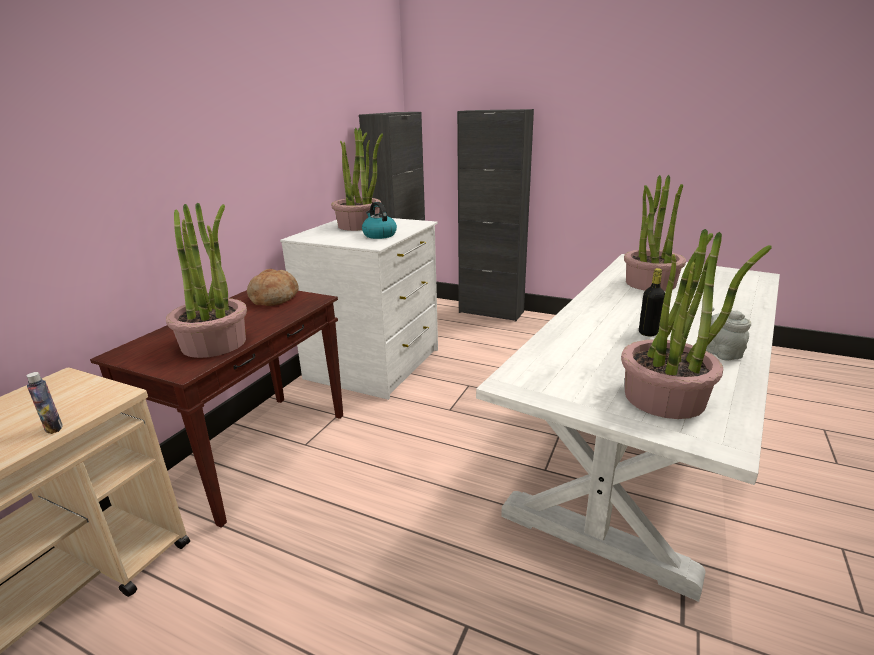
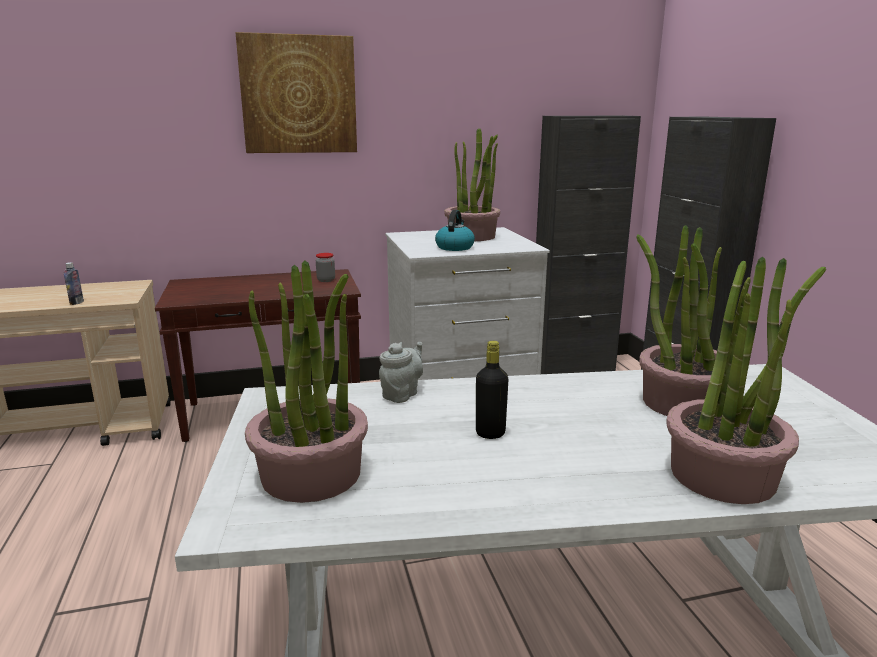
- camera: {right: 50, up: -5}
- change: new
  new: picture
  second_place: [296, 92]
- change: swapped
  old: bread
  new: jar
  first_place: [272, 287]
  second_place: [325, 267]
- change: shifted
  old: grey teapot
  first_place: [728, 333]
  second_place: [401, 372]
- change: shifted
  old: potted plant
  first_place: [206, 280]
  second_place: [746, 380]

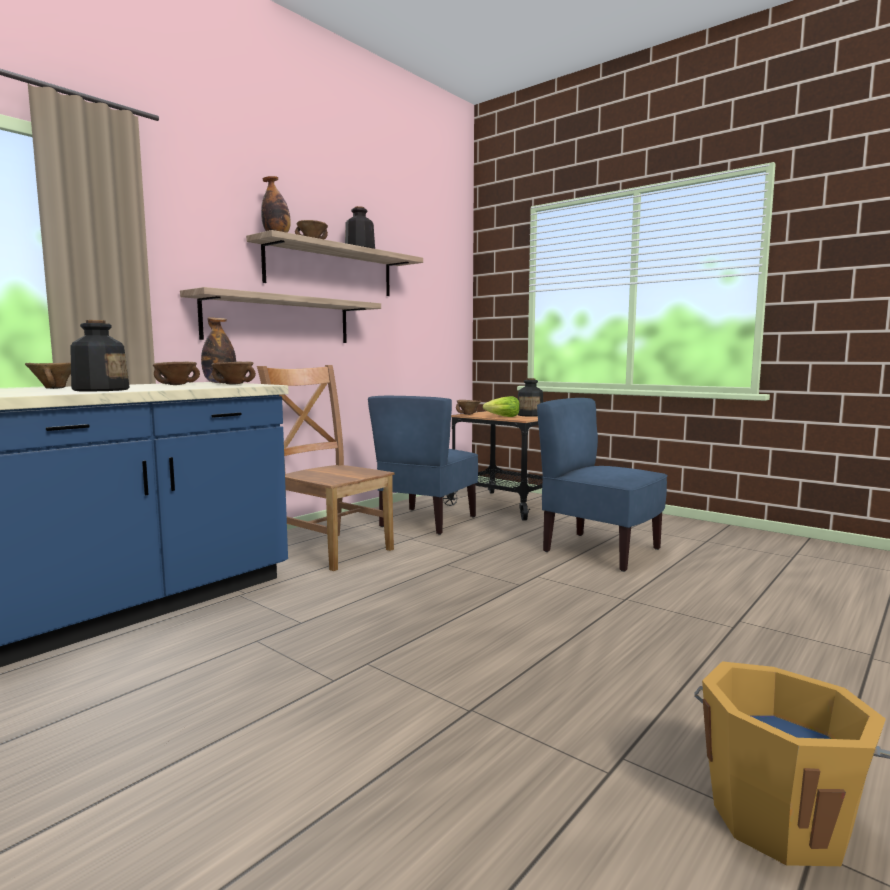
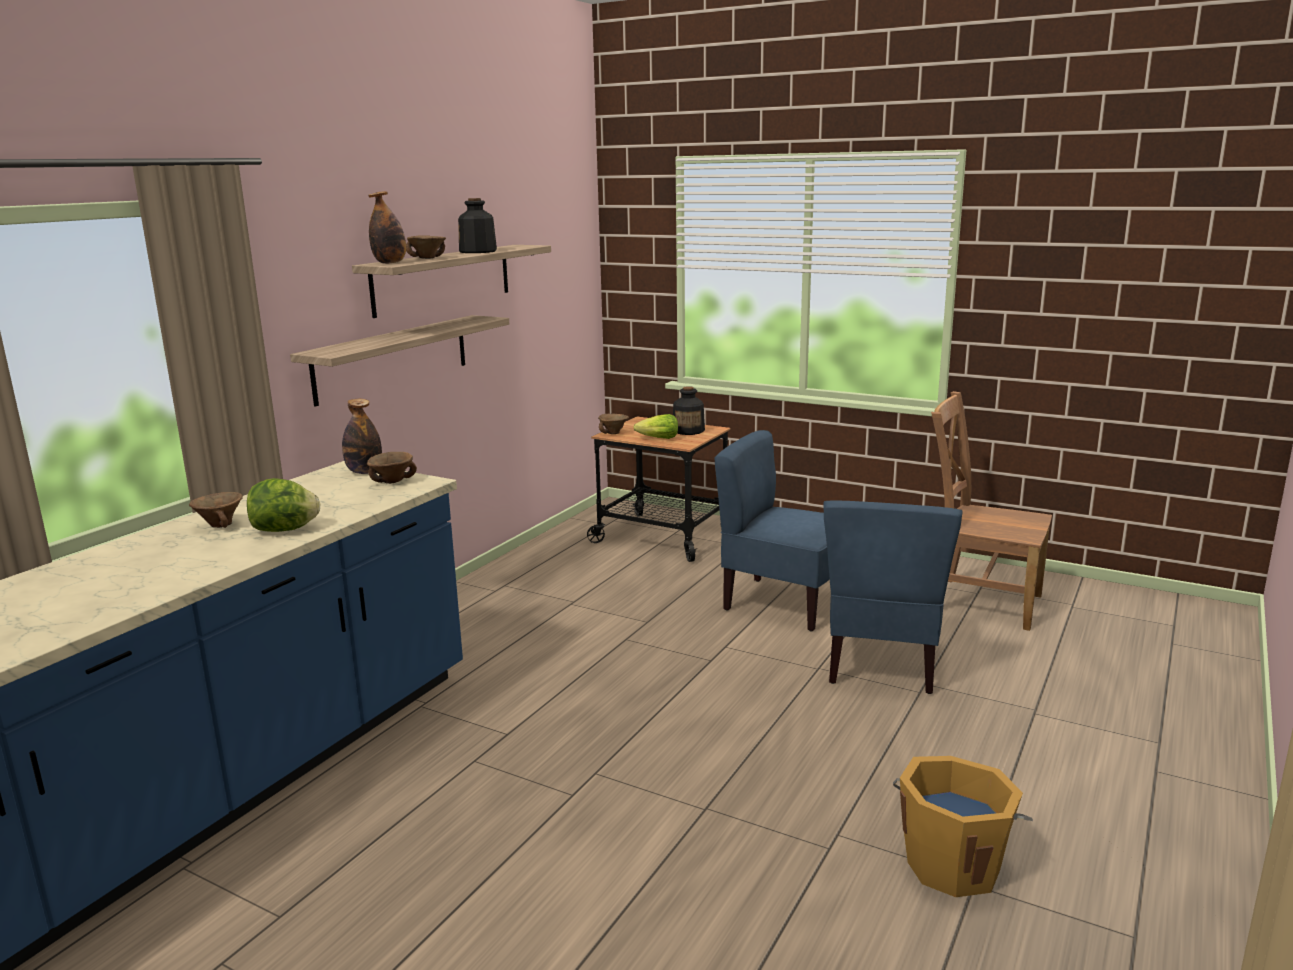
- camera: {right: -10, up: 10}
- change: swapped
  old: bottle
  new: lettuce
  first_place: [99, 355]
  second_place: [283, 505]
- change: shifted
  old: blue chair
  first_place: [423, 465]
  second_place: [893, 597]
- change: shifted
  old: brown chair
  first_place: [326, 468]
  second_place: [991, 511]
- change: gone
  old: brown bowl
  first_place: [176, 373]

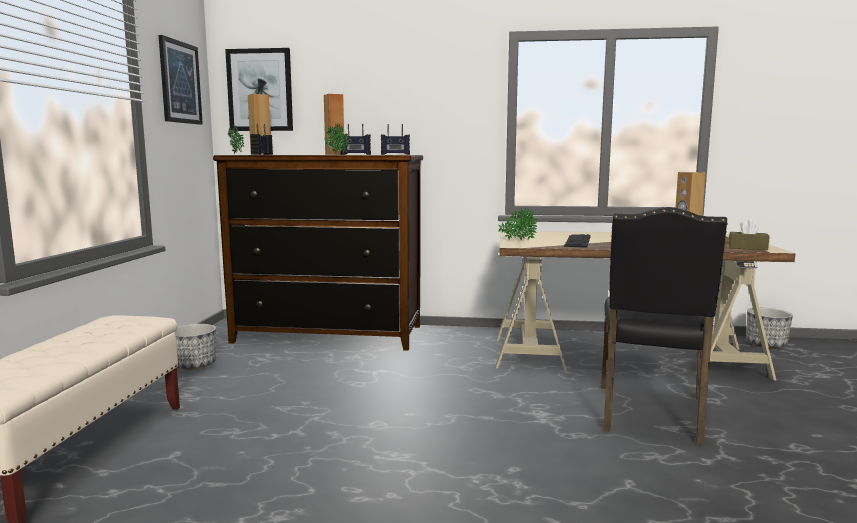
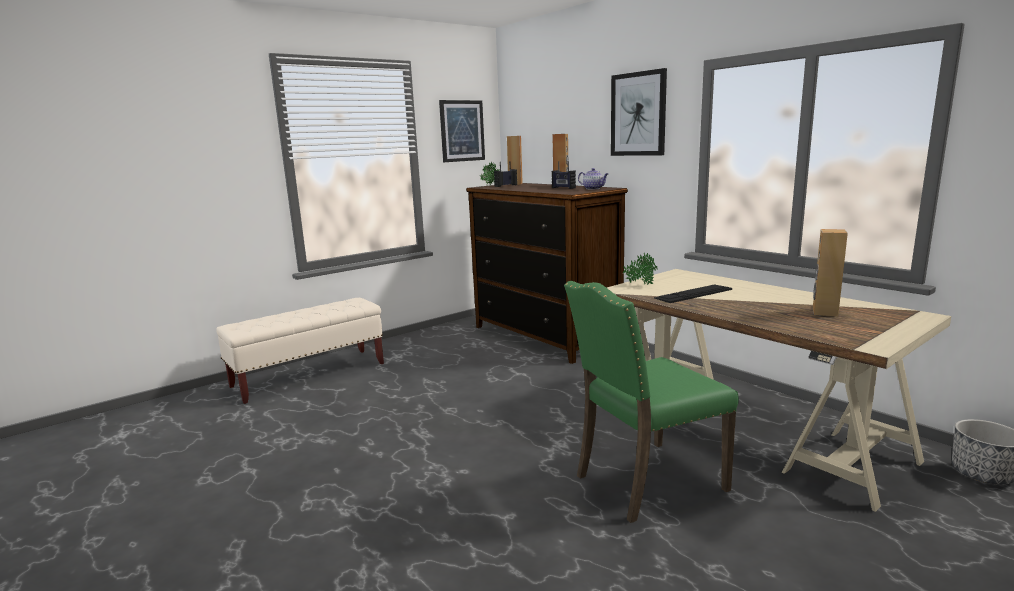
- camera: {right: 45, up: 5}
- change: repainted
  old: black chair
  new: green chair
  first_place: [664, 326]
  second_place: [651, 402]
- change: swapped
  old: radio
  new: teapot
  first_place: [395, 139]
  second_place: [593, 179]
- change: shifted
  old: picture
  first_place: [259, 89]
  second_place: [639, 112]
- change: gone
  old: planter
  first_place: [195, 347]
- change: gone
  old: potted plant
  first_place: [337, 138]
- change: gone
  old: brown tissue box
  first_place: [749, 234]

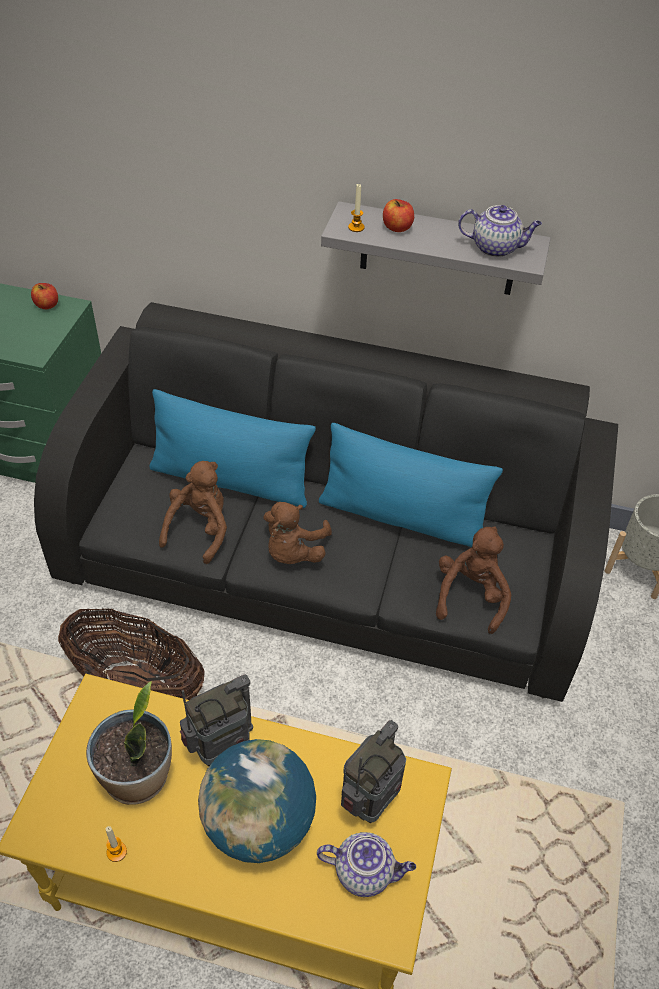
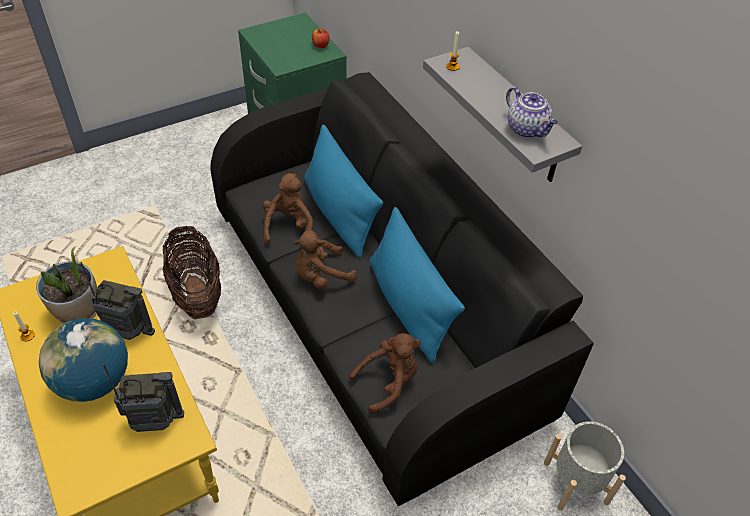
- camera: {right: 45, up: 0}
- change: rotated
  old: brown plush toy
  first_place: [193, 512]
  second_place: [288, 211]
  degrees: -60
- change: gone
  old: teapot
  first_place: [366, 864]
- change: gone
  old: apple
  first_place: [398, 215]

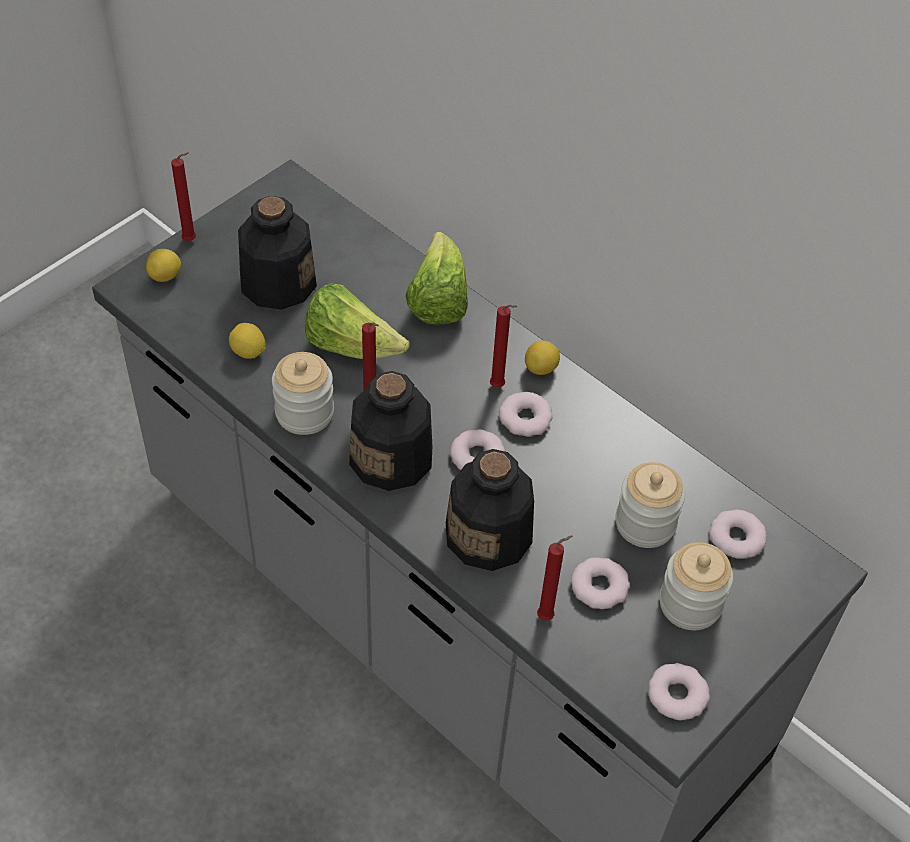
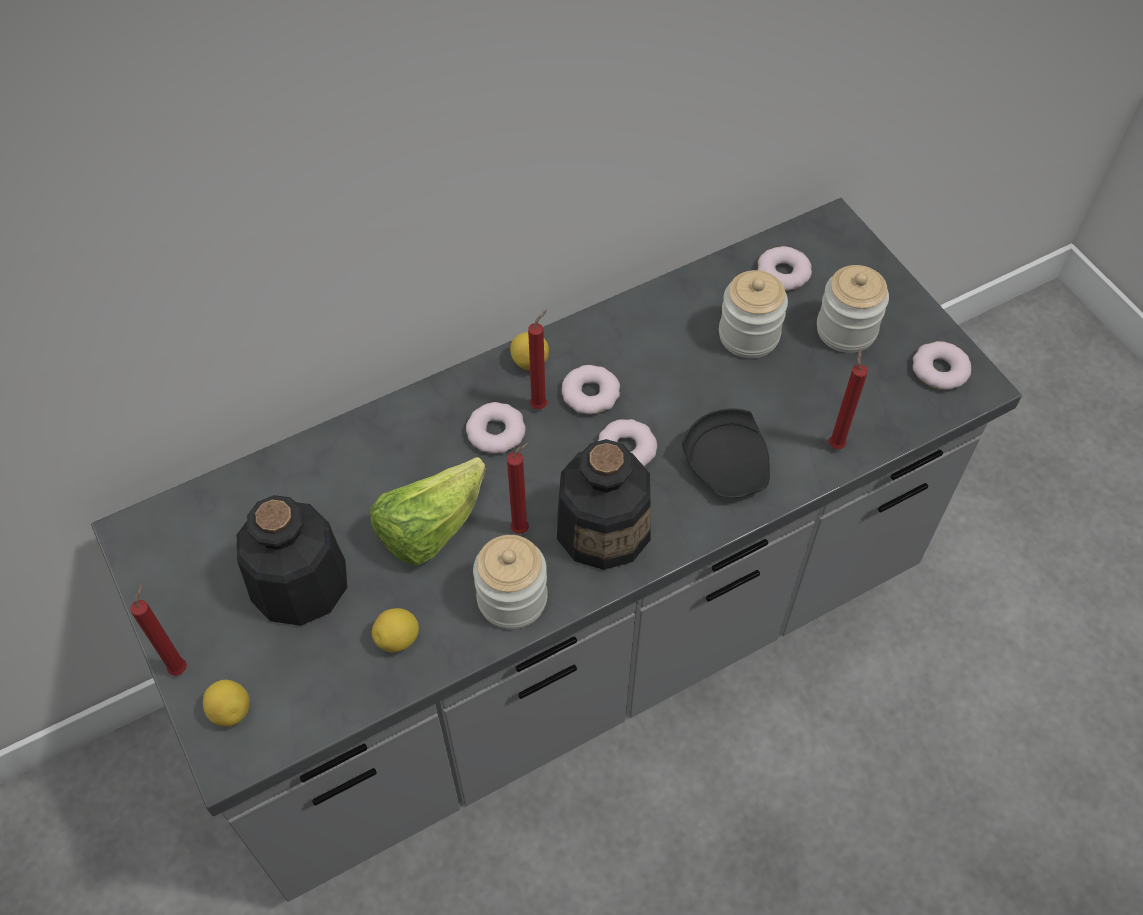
- camera: {right: -70, up: 5}
- change: shifted
  old: donut
  first_place: [600, 583]
  second_place: [496, 427]
- change: swapped
  old: bottle
  new: black plate
  first_place: [490, 510]
  second_place: [726, 453]
- change: gone
  old: lettuce
  first_place: [436, 278]

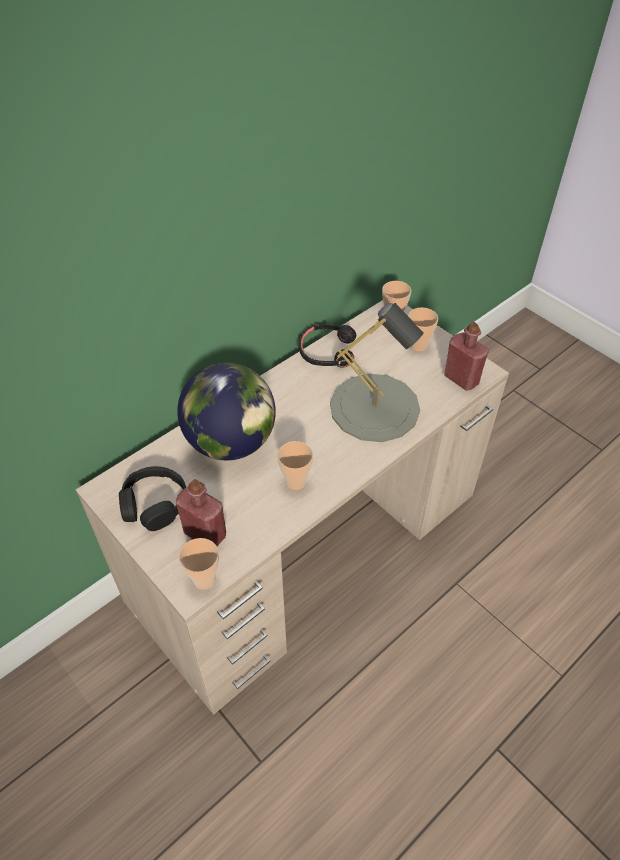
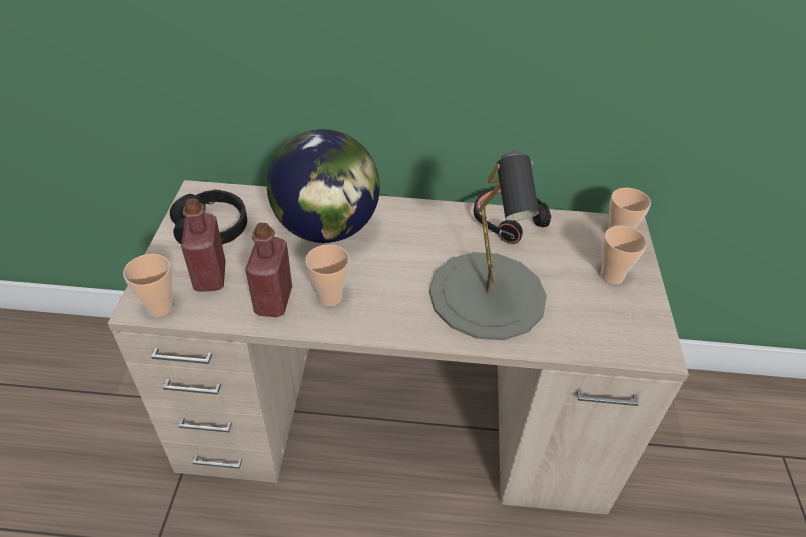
- camera: {right: 45, up: -5}
- change: shifted
  old: red bottle
  first_place: [466, 356]
  second_place: [268, 270]

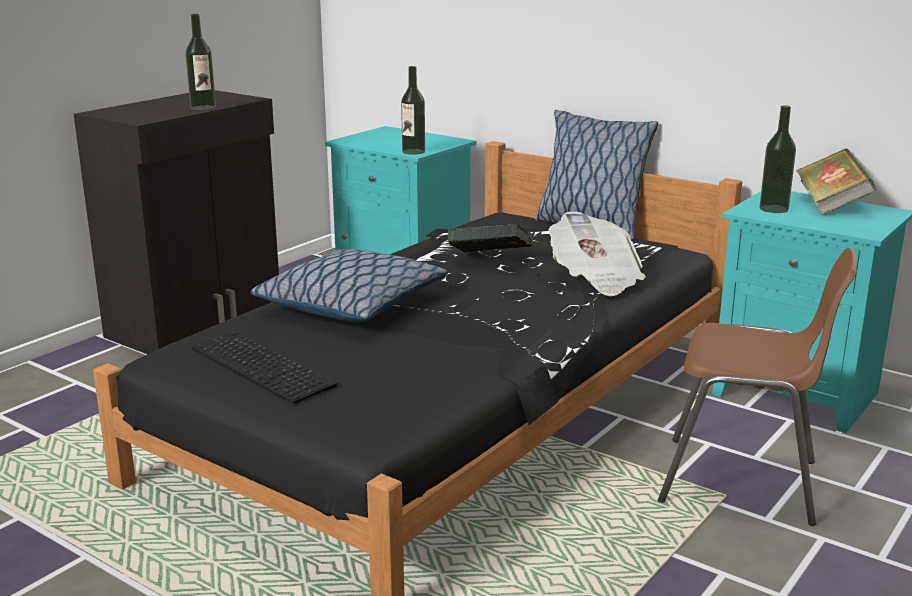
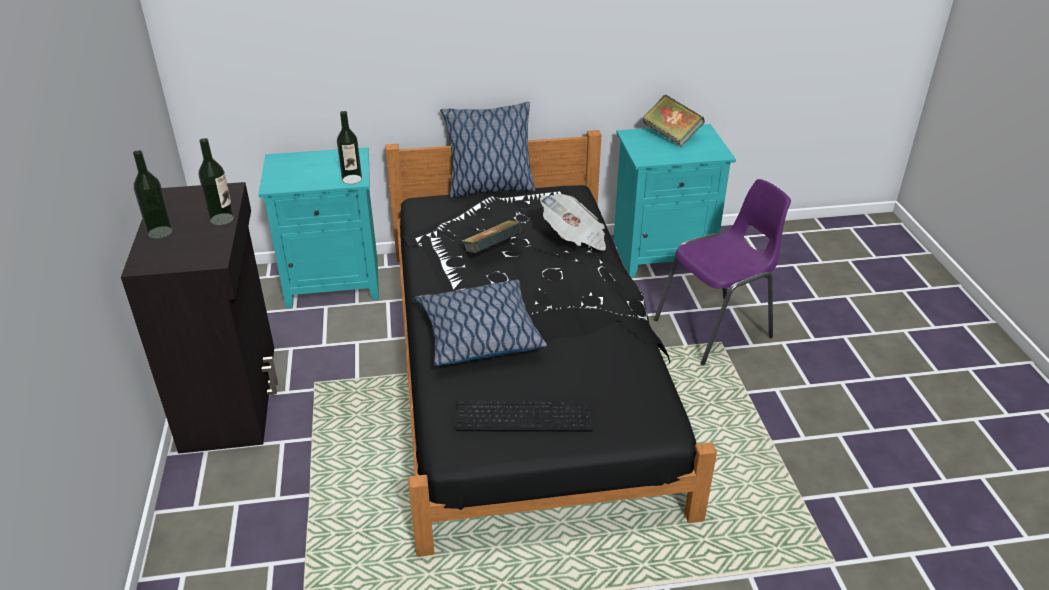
- camera: {right: -45, up: 15}
- change: shifted
  old: bottle
  first_place: [778, 159]
  second_place: [153, 194]
- change: repainted
  old: brown chair
  new: purple chair
  first_place: [757, 387]
  second_place: [722, 272]

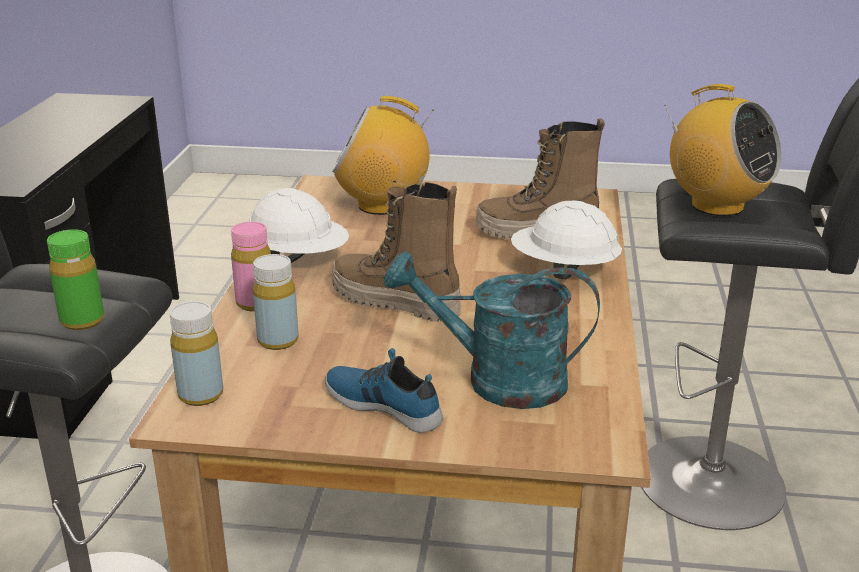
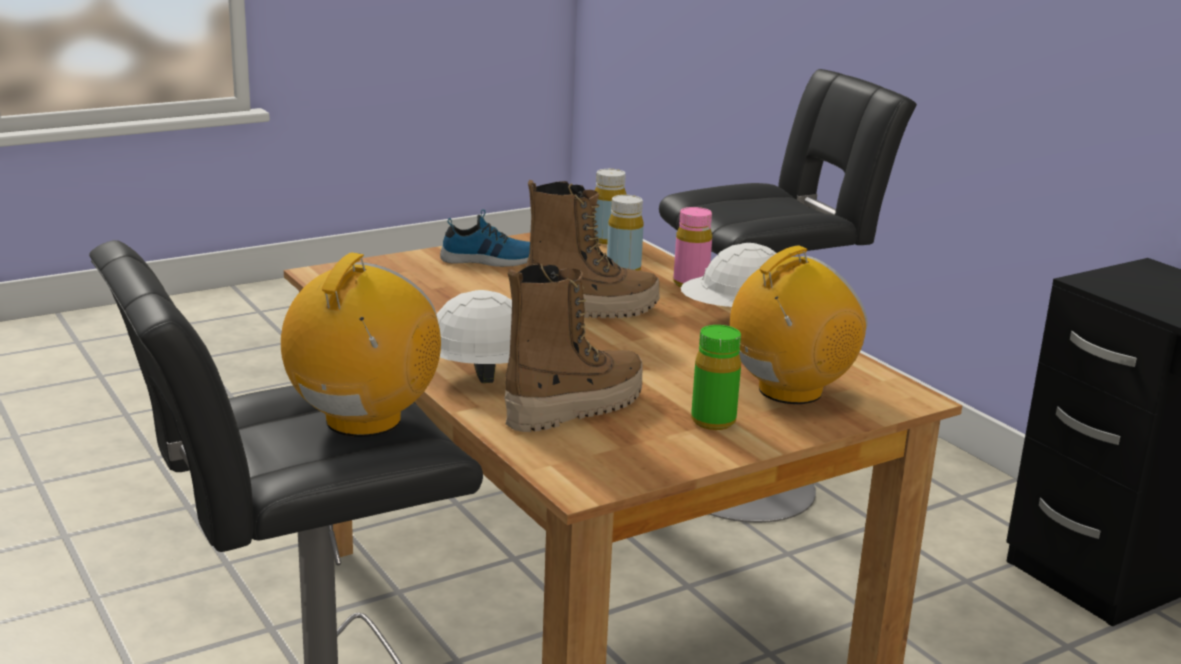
- camera: {right: 140, up: -5}
- change: rotated
  old: radio
  first_place: [723, 150]
  second_place: [361, 344]
  degrees: 105
- change: shifted
  old: green bottle
  first_place: [75, 279]
  second_place: [716, 377]
- change: gone
  old: turquoise watering can
  first_place: [492, 330]

